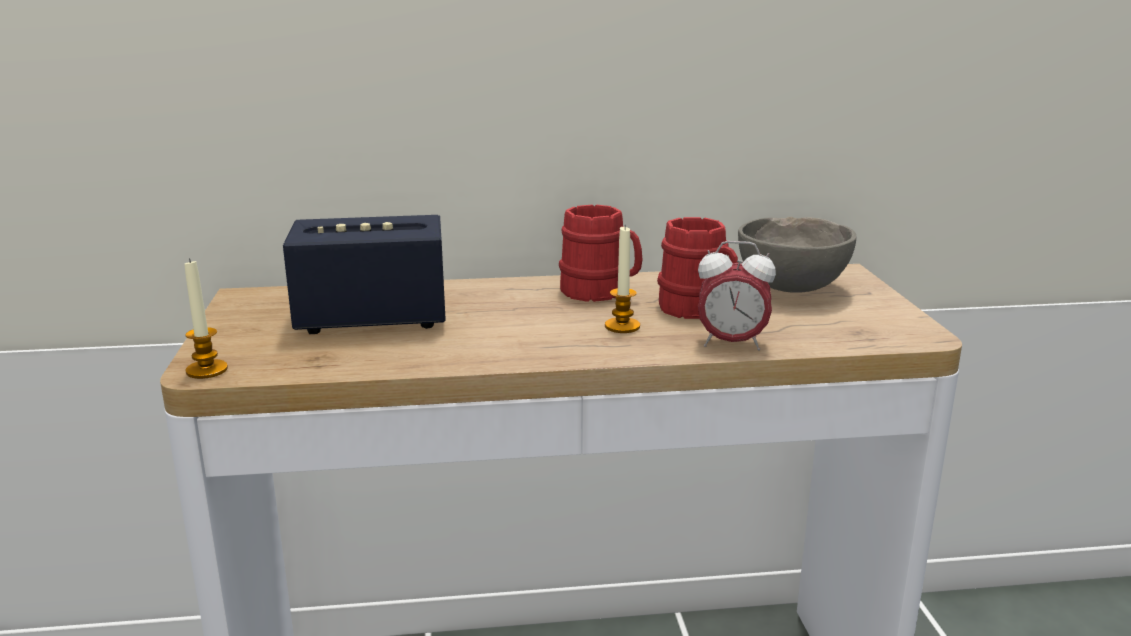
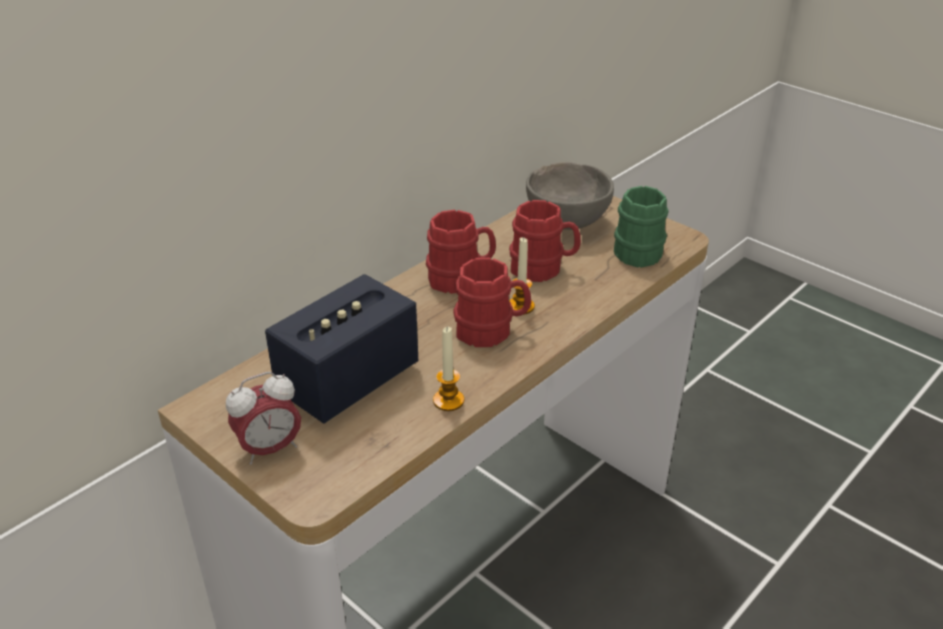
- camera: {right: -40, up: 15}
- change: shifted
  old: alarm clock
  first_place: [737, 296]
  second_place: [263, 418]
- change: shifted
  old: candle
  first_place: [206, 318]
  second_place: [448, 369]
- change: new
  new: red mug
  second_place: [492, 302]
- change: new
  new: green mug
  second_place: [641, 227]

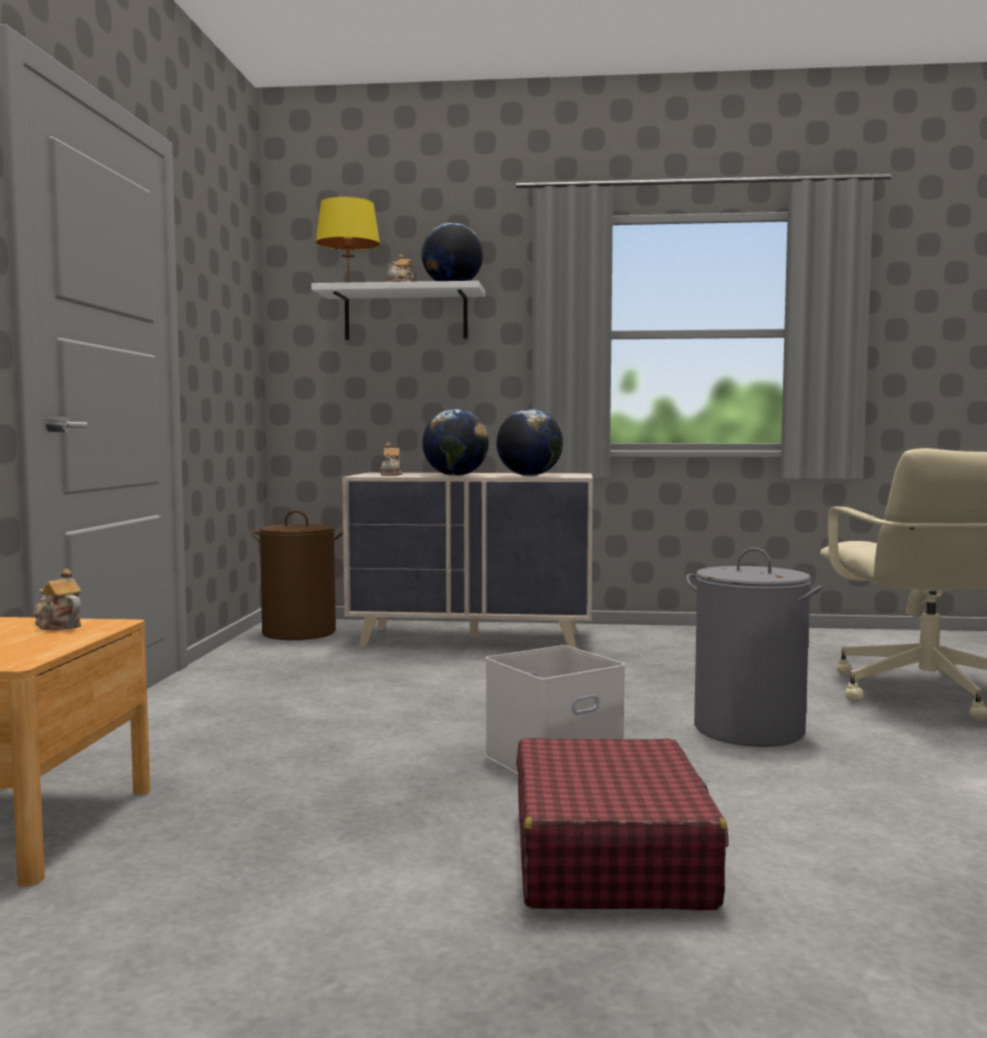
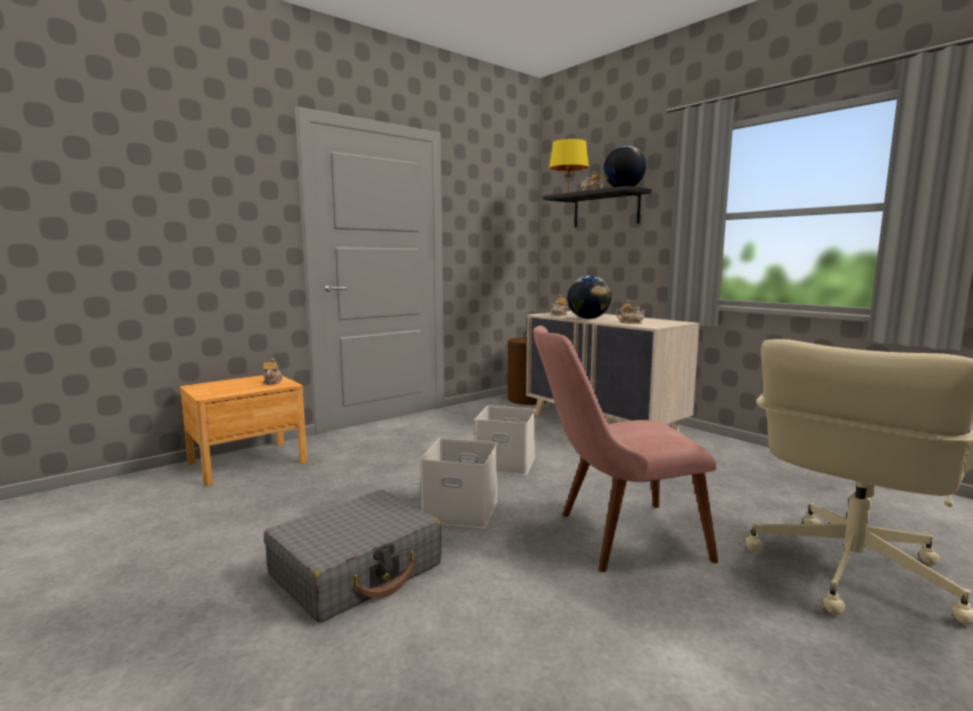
- camera: {right: 45, up: 5}
- change: repainted
  old: red suitcase
  new: grey suitcase
  first_place: [622, 824]
  second_place: [352, 556]
- change: new
  new: white storage box
  second_place: [505, 440]
- change: swapped
  old: grey laundry basket
  new: pink chair
  first_place: [754, 647]
  second_place: [625, 449]
- change: repainted
  old: white shelf
  new: black shelf
  first_place: [398, 310]
  second_place: [597, 206]
- change: swapped
  old: globe
  new: teapot
  first_place: [529, 442]
  second_place: [630, 312]

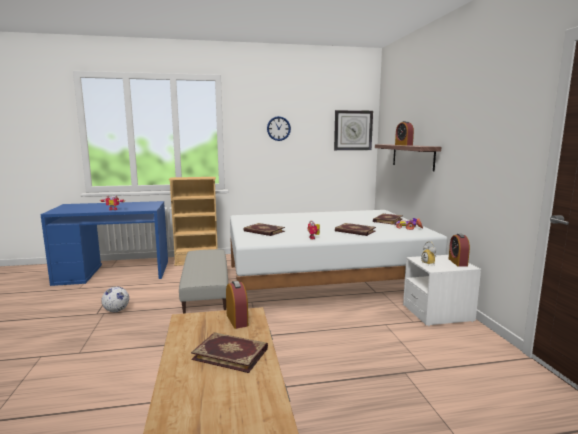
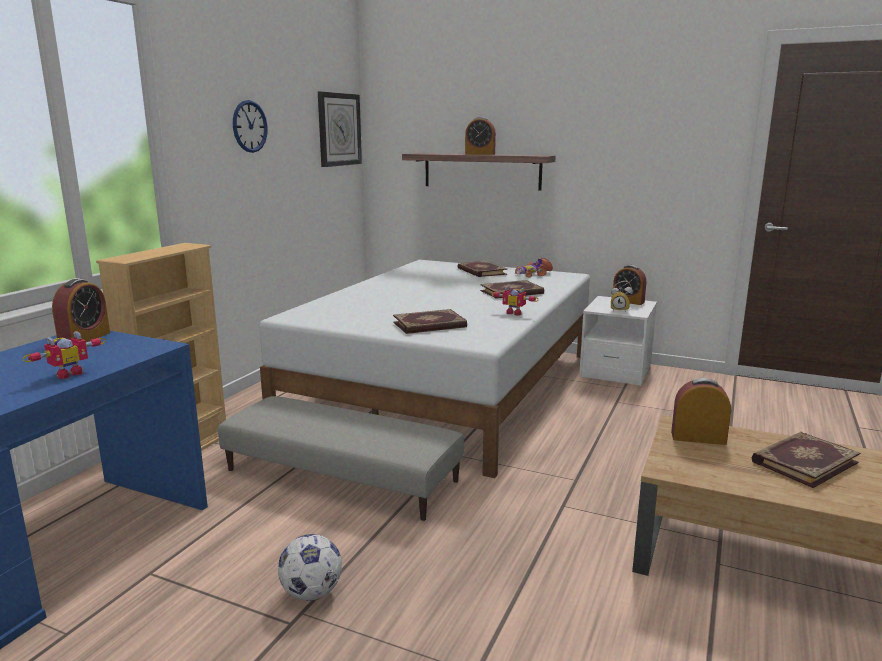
- camera: {right: -55, up: 5}
- change: new
  new: alarm clock
  second_place: [81, 310]

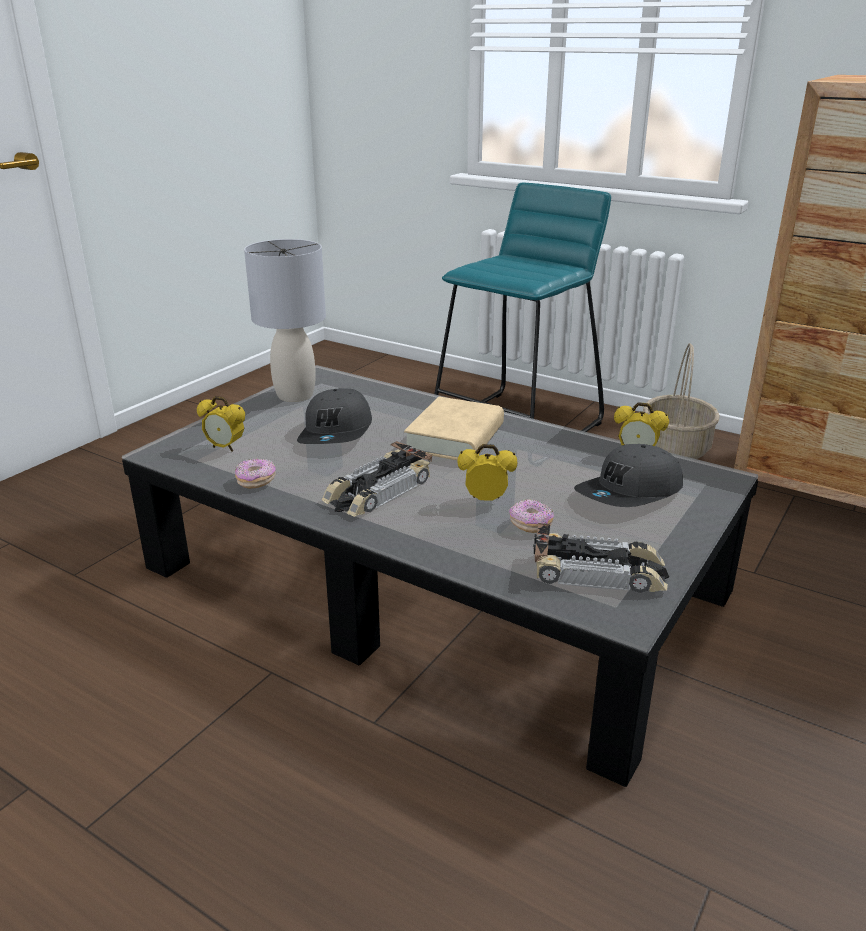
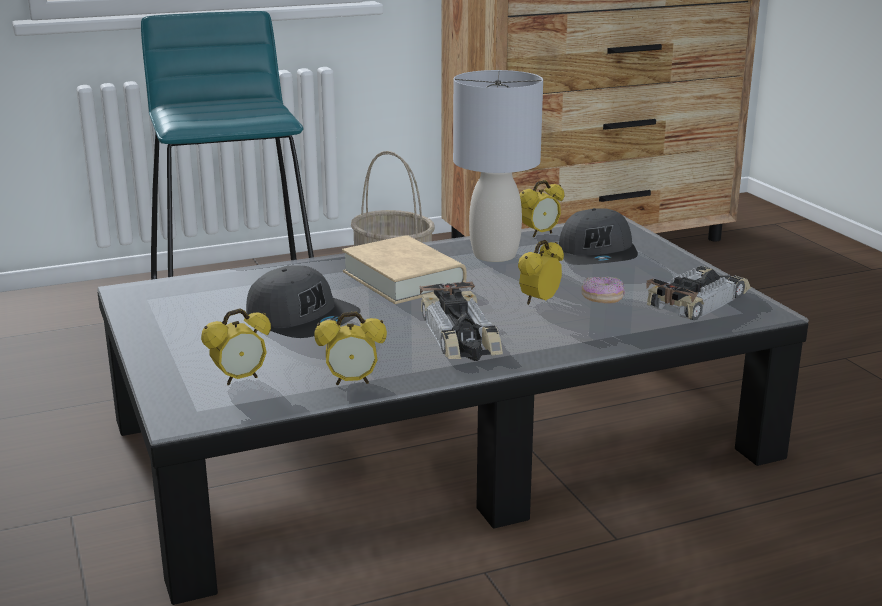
- camera: {right: -55, up: -5}
- change: swapped
  old: donut
  new: alarm clock
  first_place: [255, 474]
  second_place: [350, 348]
- change: shifted
  old: grey table lamp
  first_place: [285, 320]
  second_place: [498, 166]

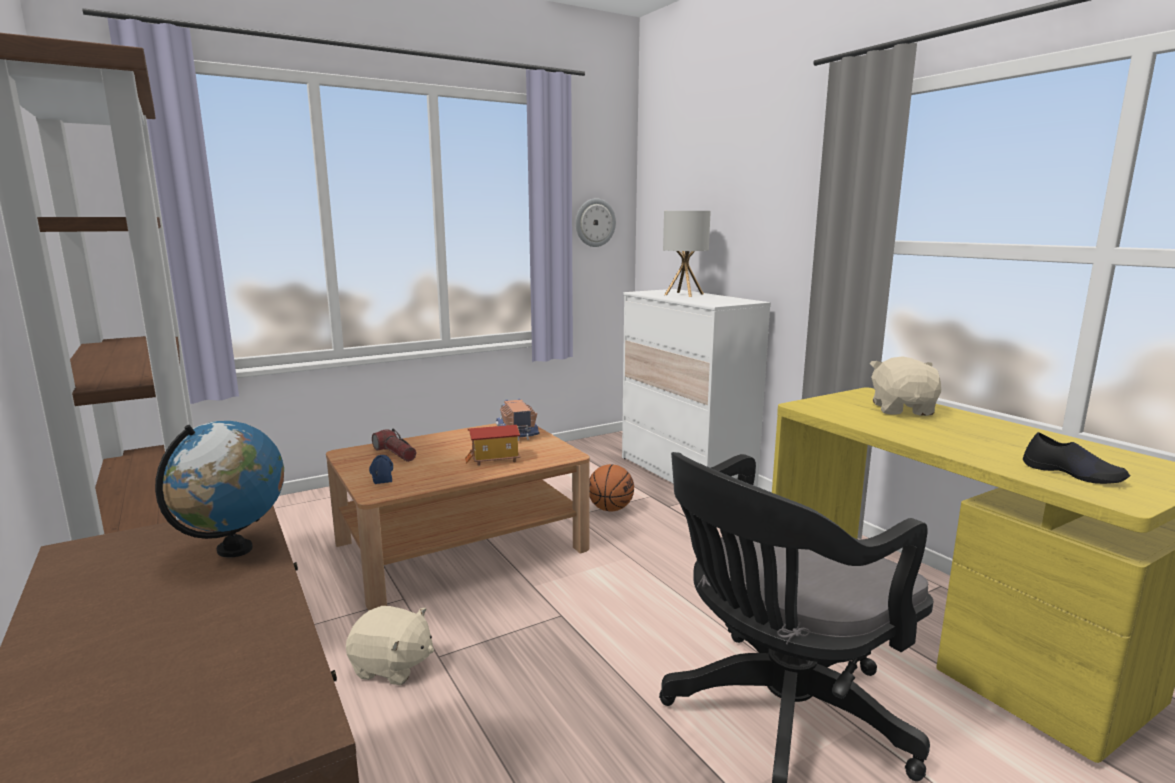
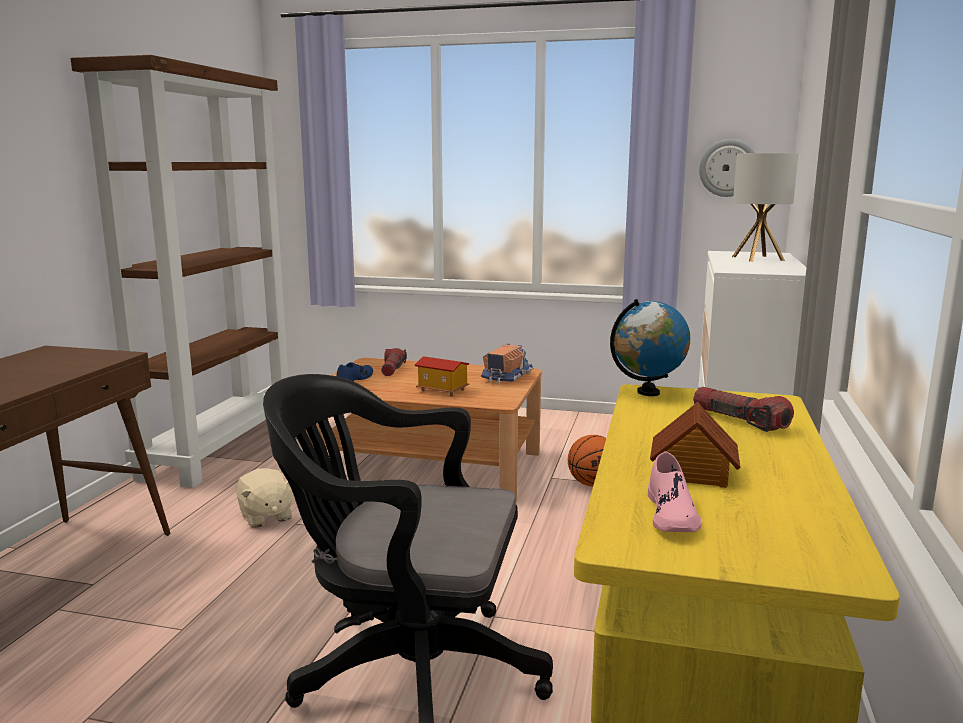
- camera: {right: 45, up: 0}
- change: shifted
  old: globe
  first_place: [219, 489]
  second_place: [650, 347]
- change: repainted
  old: black shoe
  new: pink shoe
  first_place: [1076, 458]
  second_place: [675, 491]
- change: new
  new: toy house
  second_place: [695, 445]
- change: swapped
  old: beige plush toy
  new: flashlight
  first_place: [905, 386]
  second_place: [743, 409]

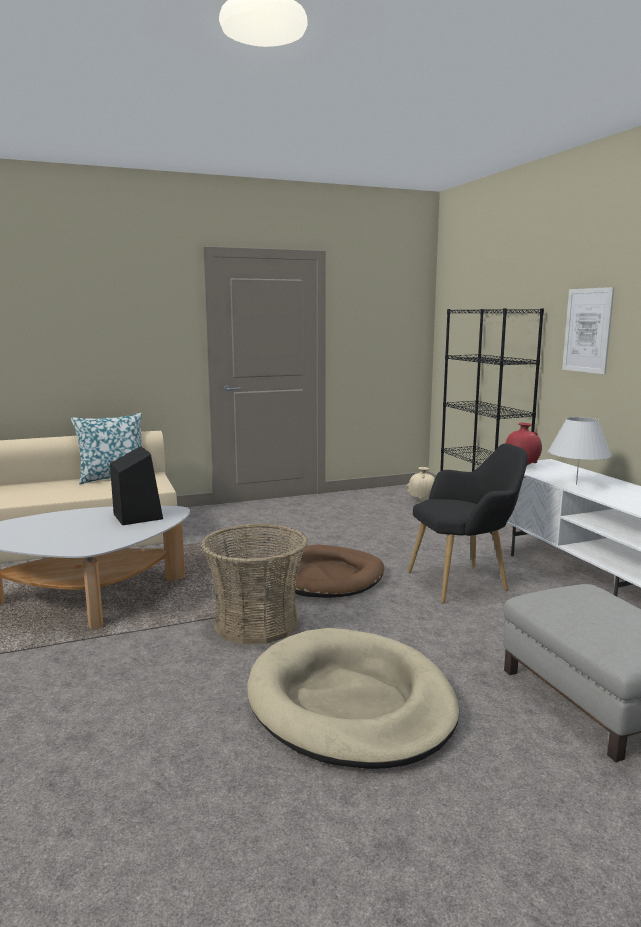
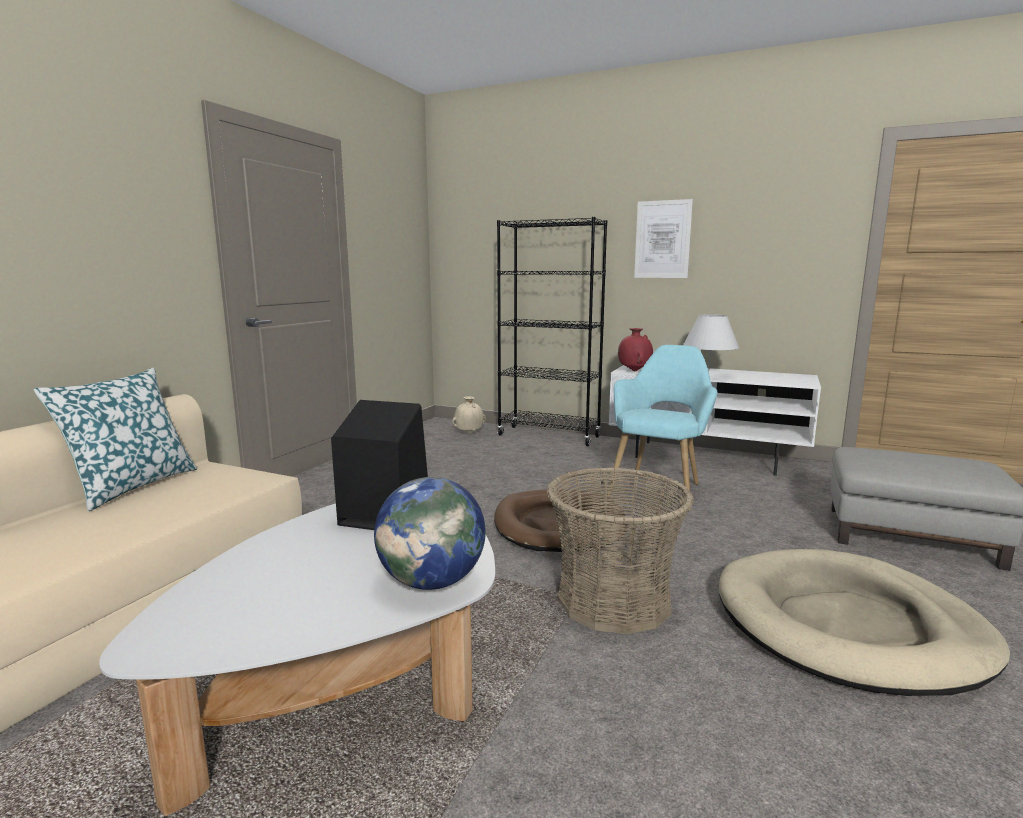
- camera: {right: -45, up: 0}
- change: new
  new: globe
  second_place: [430, 533]
- change: repainted
  old: black armchair
  new: turquoise armchair
  first_place: [468, 523]
  second_place: [662, 428]

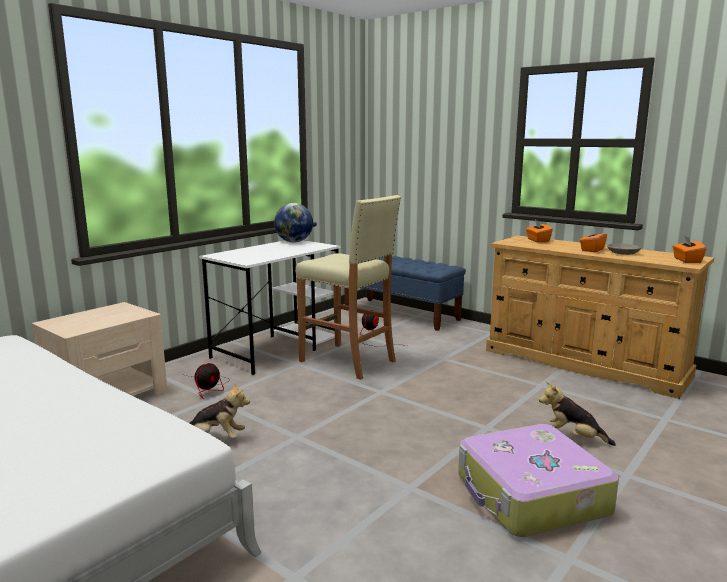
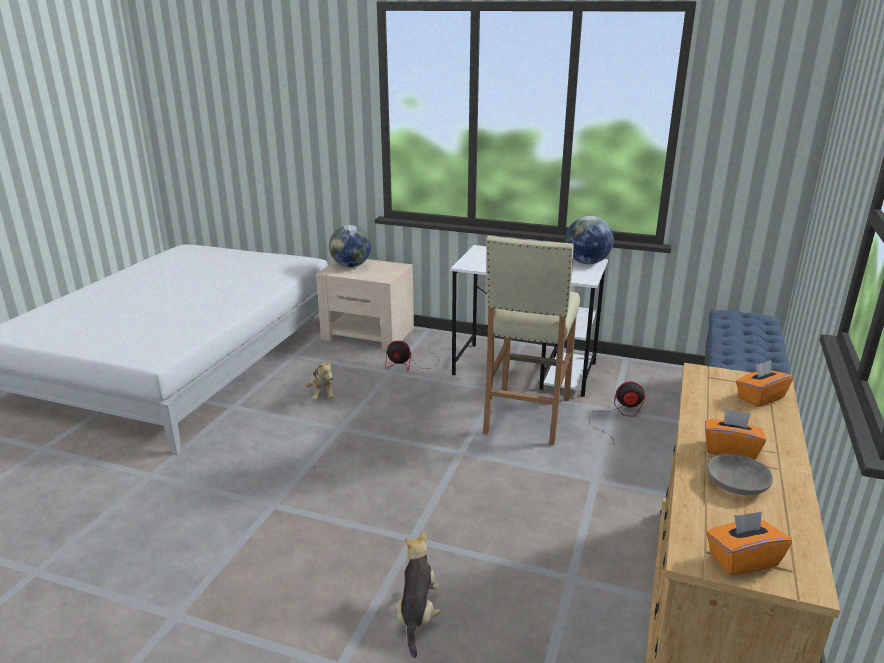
- camera: {right: 70, up: 10}
- change: new
  new: globe
  second_place: [350, 246]
- change: gone
  old: suitcase
  first_place: [538, 480]

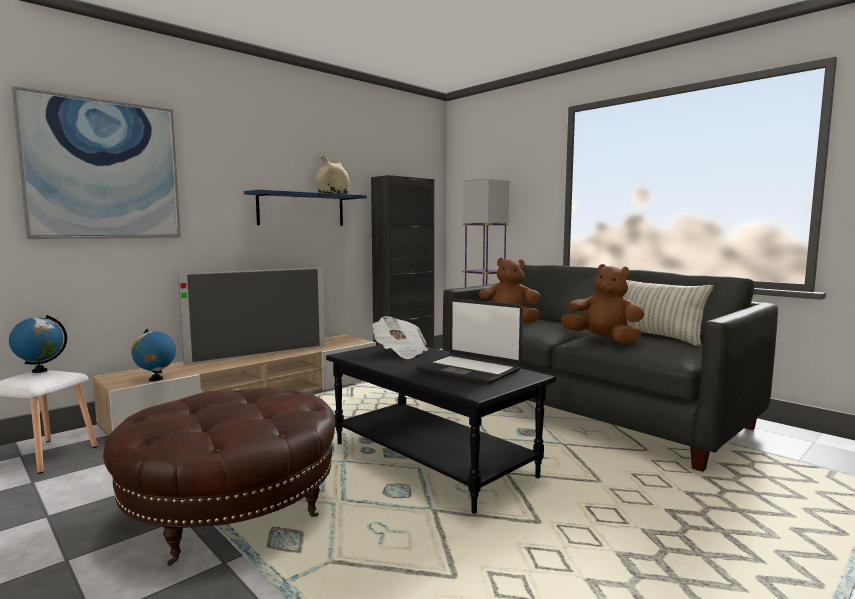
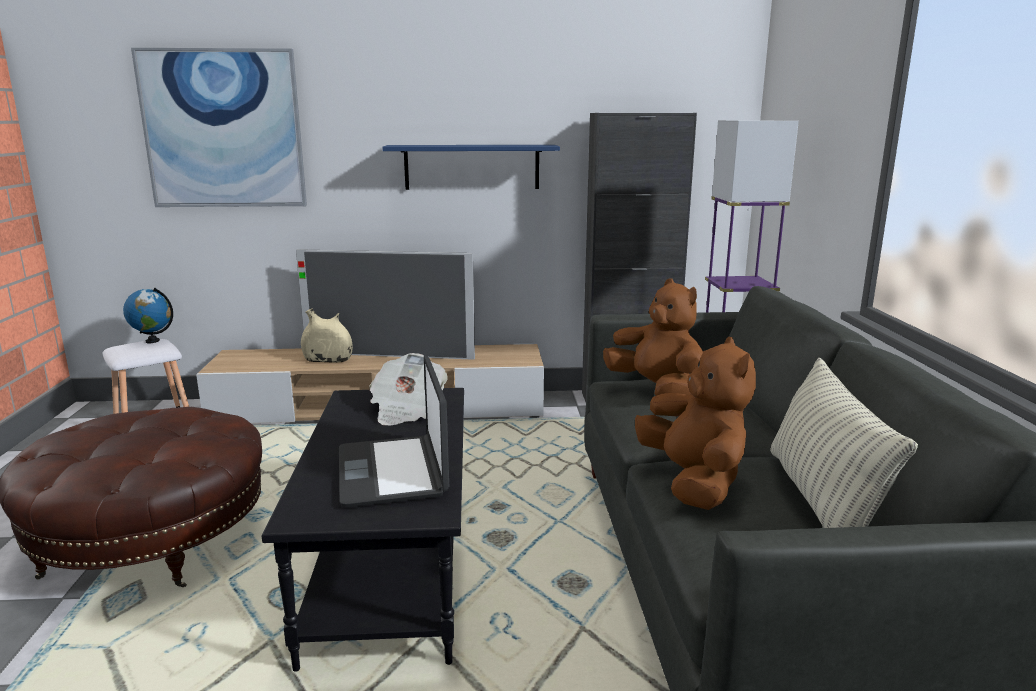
- camera: {right: 40, up: 10}
- change: shifted
  old: beige vase
  first_place: [333, 174]
  second_place: [327, 335]
- change: gone
  old: globe
  first_place: [153, 355]

